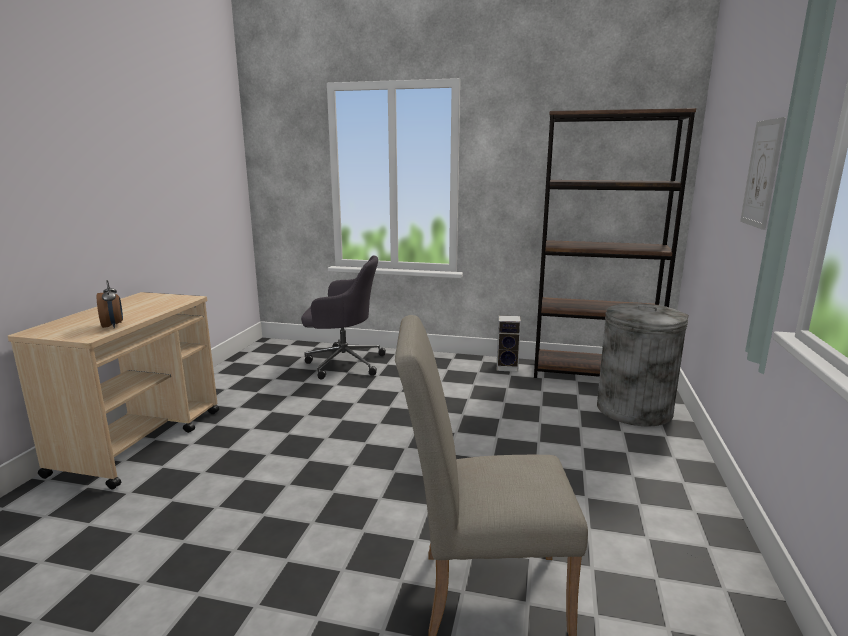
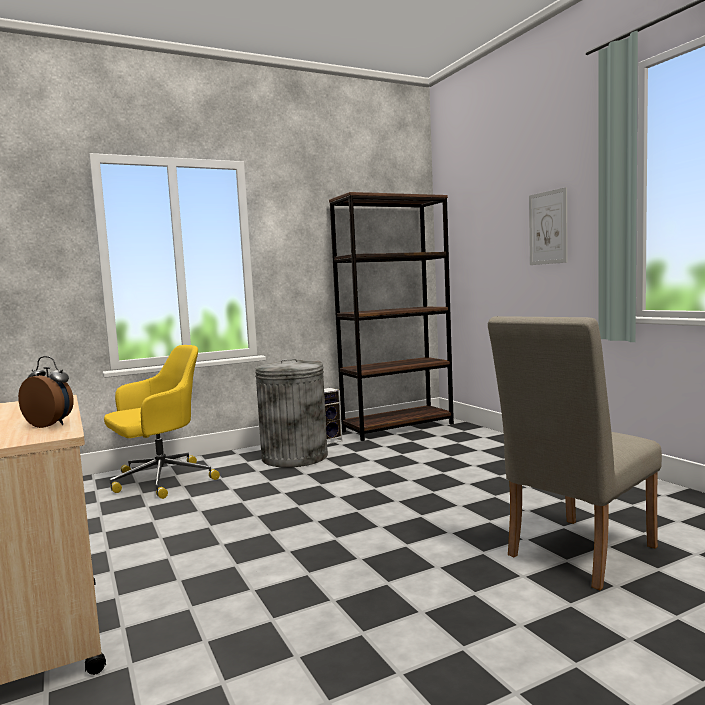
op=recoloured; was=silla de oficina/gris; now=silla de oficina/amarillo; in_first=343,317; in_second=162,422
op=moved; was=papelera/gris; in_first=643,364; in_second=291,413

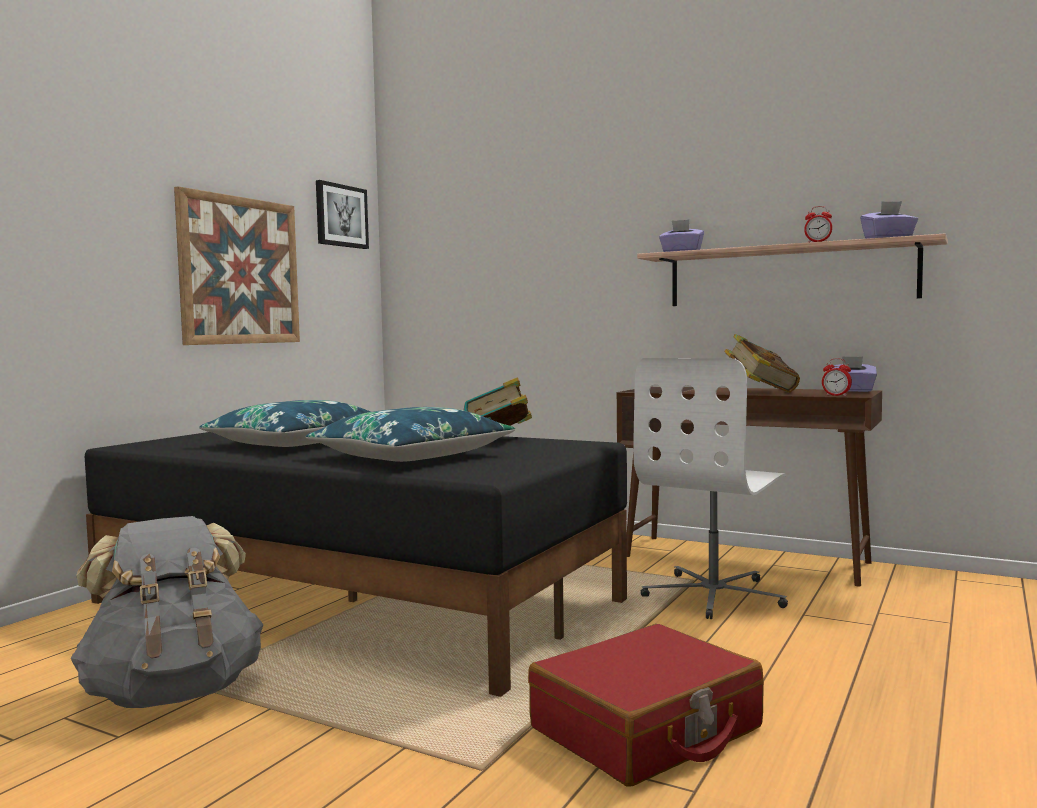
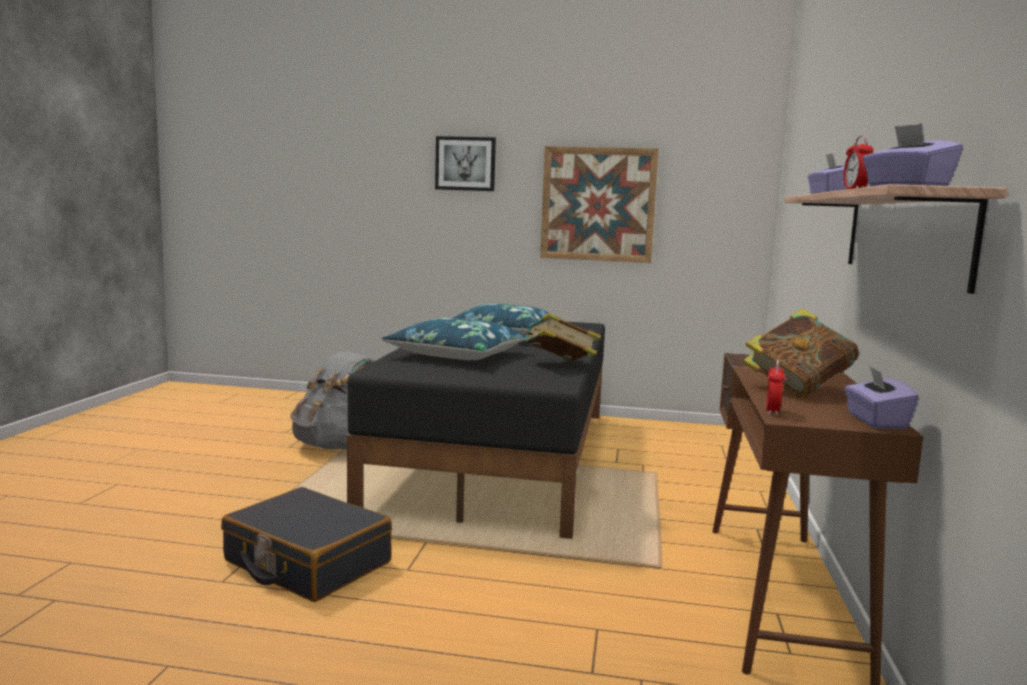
op=moved; was=cuadro; in_first=342,214; in_second=465,163
op=removed; was=silla de oficina/blanco; in_first=710,488
op=recoloured; was=maleta/rojo; now=maleta/negro; in_first=646,705; in_second=306,544

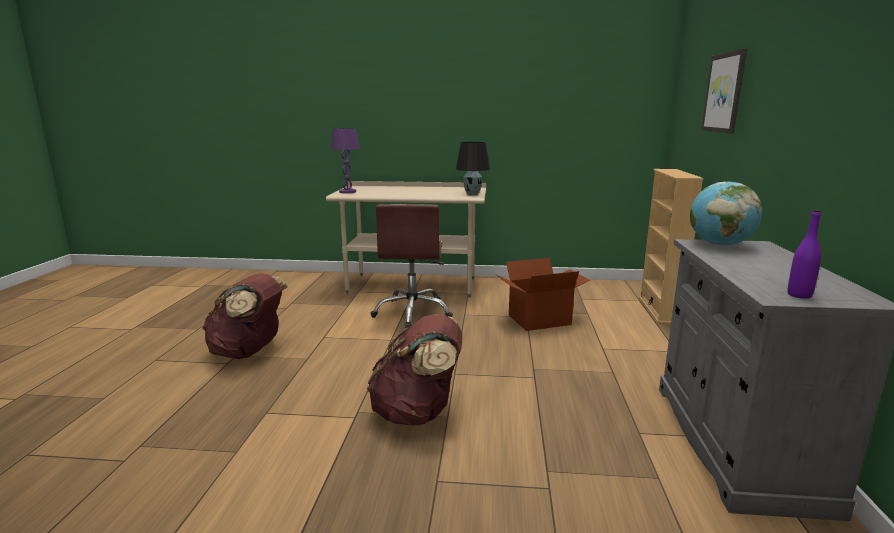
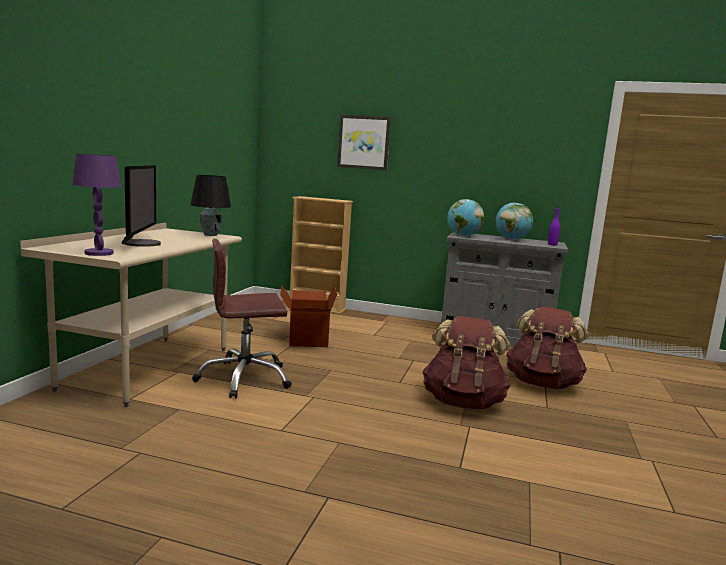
op=turned; was=silla de oficina/marrón; in_first=411,266; in_second=242,319; clockwise=150
op=moved; was=mochila/marrón; in_first=245,316; in_second=547,348
op=added; now=monitor; in_second=141,206
op=added; now=globo terráqueo; in_second=514,221

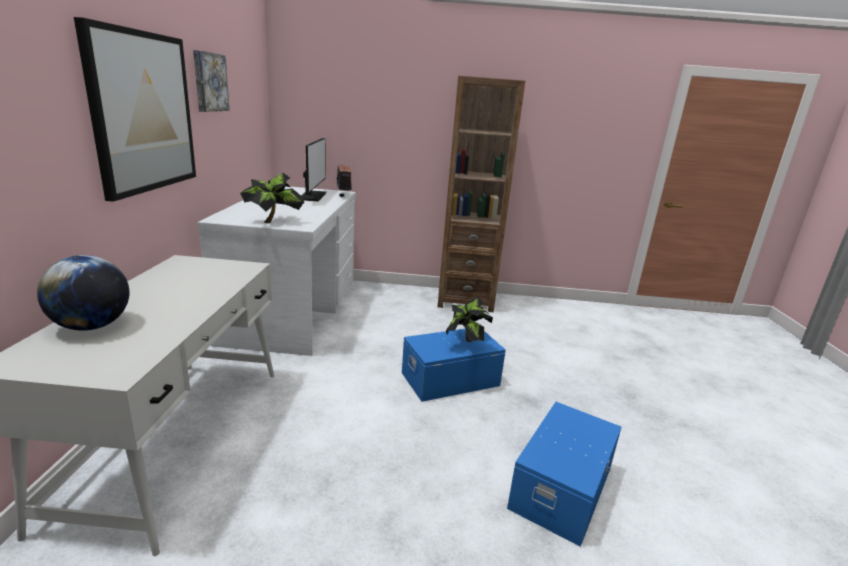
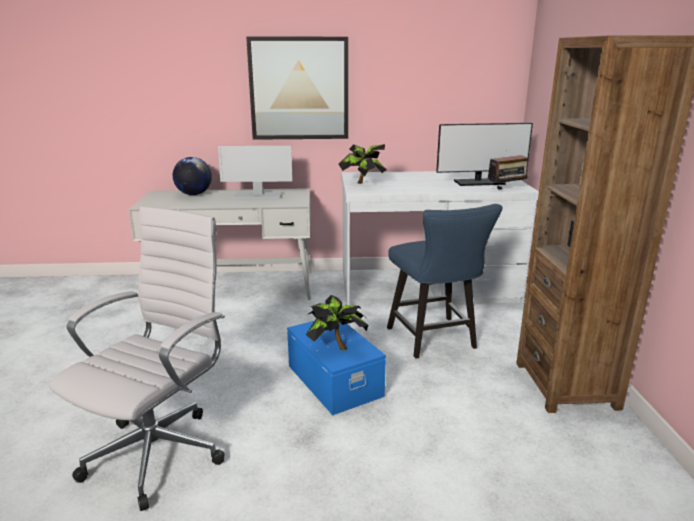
op=removed; was=cuadro; in_first=211,81
op=replaced; was=caja de almacenaje/azul; now=silla de oficina/blanco; in_first=564,474; in_second=137,358
op=added; now=monitor; in_second=255,172
op=added; now=silla/azul; in_second=444,281

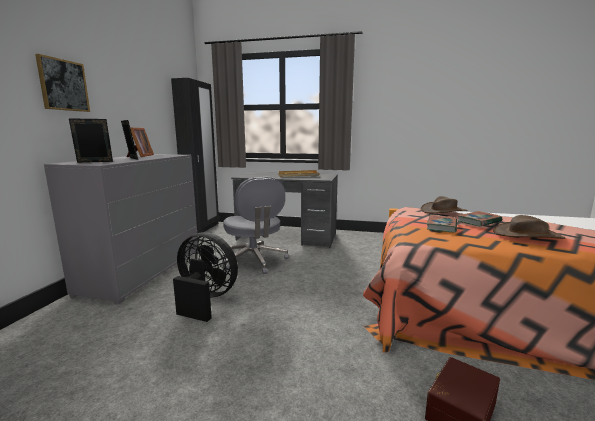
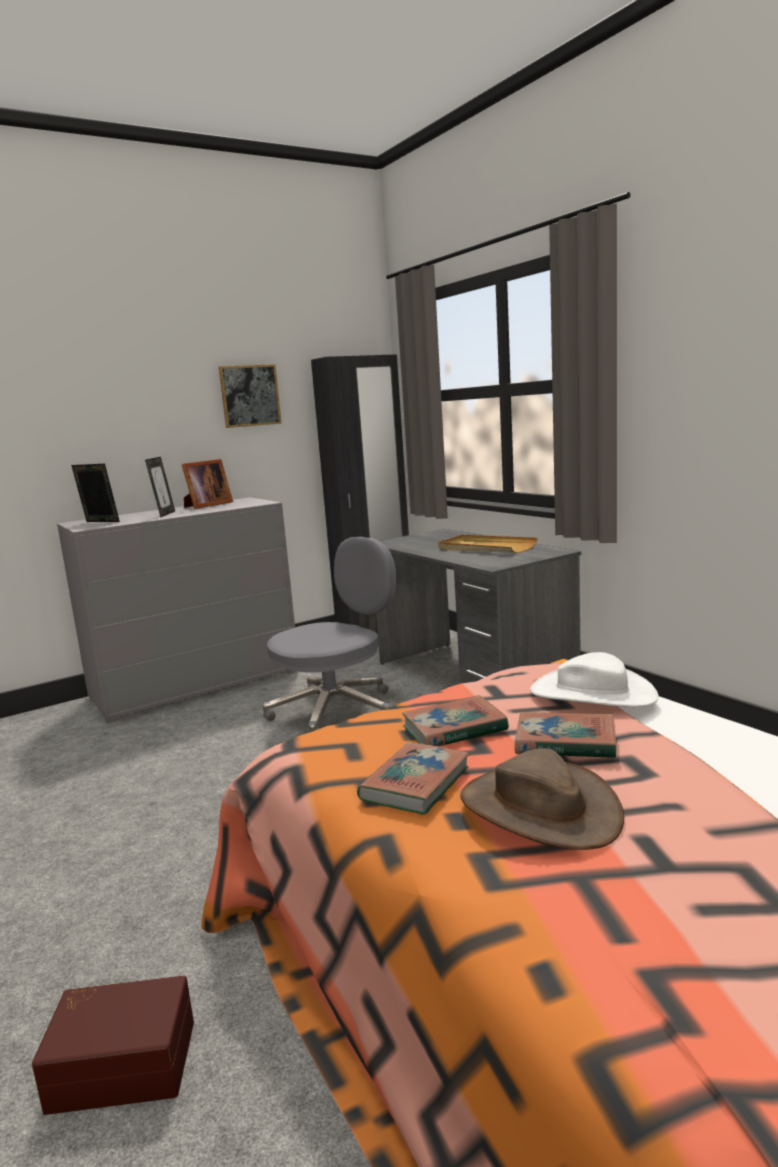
op=moved; was=cuadro; in_first=62,83; in_second=250,396
op=turned; was=silla de oficina/gris; in_first=256,225; in_second=329,635; clockwise=-150
op=recoloured; was=sombrero/marrón; now=sombrero/blanco; in_first=444,205; in_second=594,679
op=removed; was=ventilador/negro; in_first=205,277
op=added; now=libro; in_second=413,778

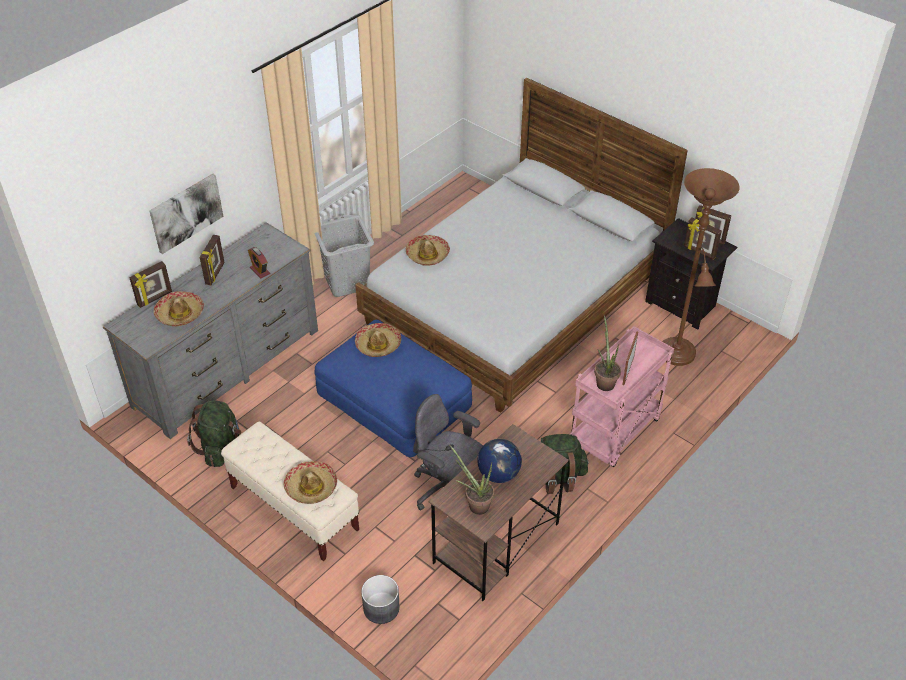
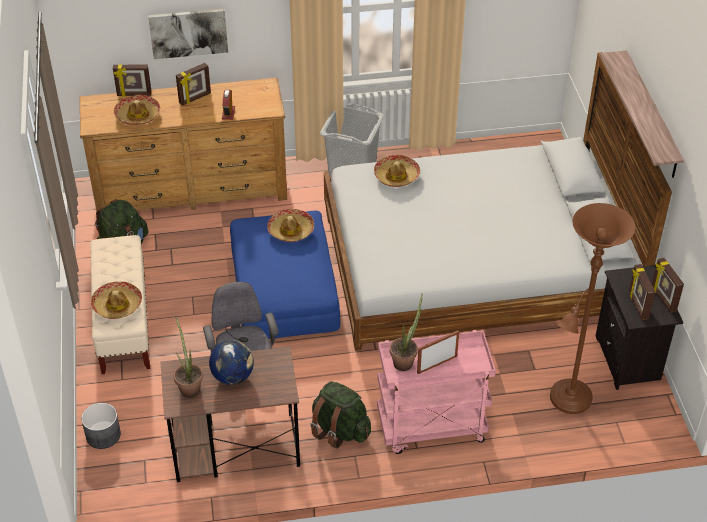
op=recoloured; was=cómoda/gris; now=cómoda/marrón; in_first=210,330; in_second=183,144
op=added; now=estante; in_second=642,114

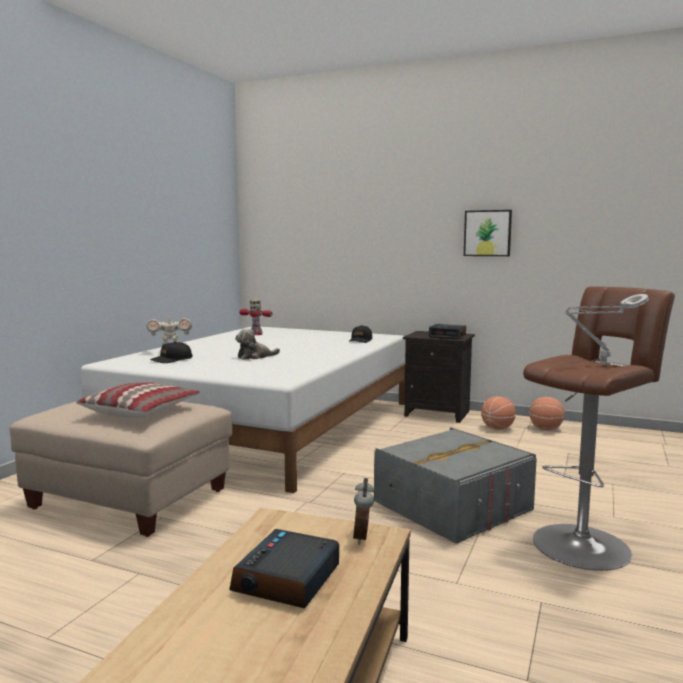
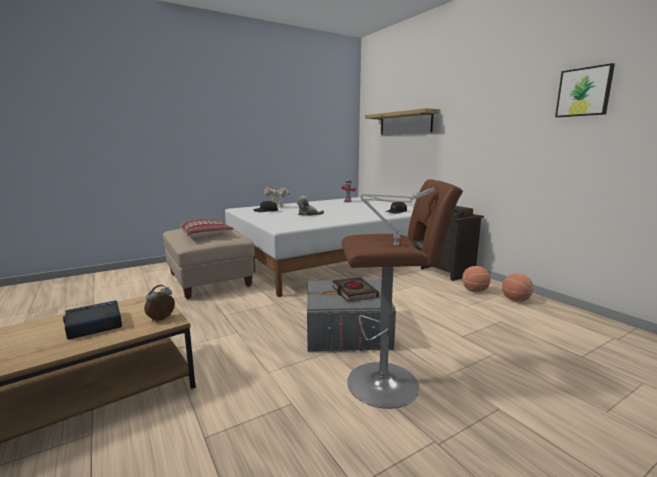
op=moved; was=cuadro; in_first=488,233; in_second=585,90
op=added; now=estante; in_second=402,121
op=added; now=libro/negro; in_second=355,289

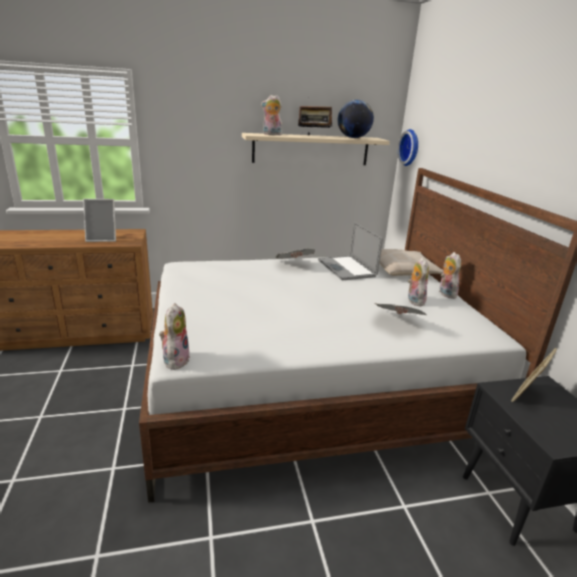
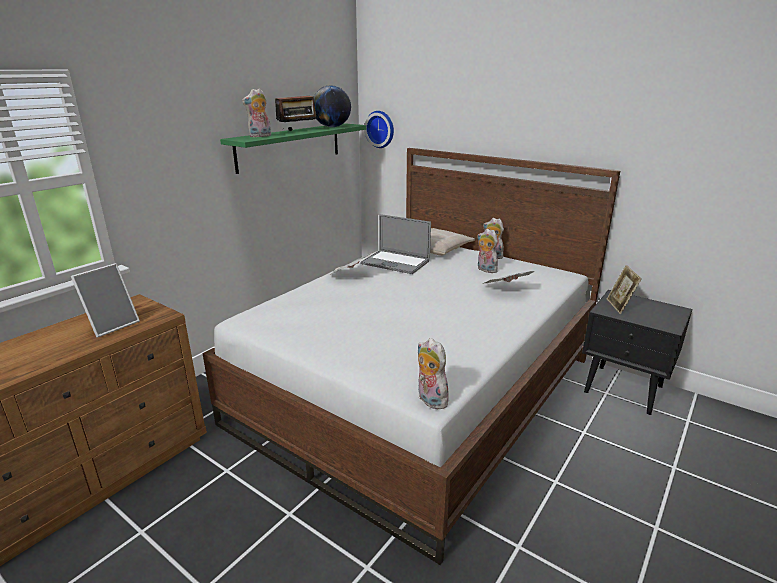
op=recoloured; was=estante/beis; now=estante/verde; in_first=316,149; in_second=293,148

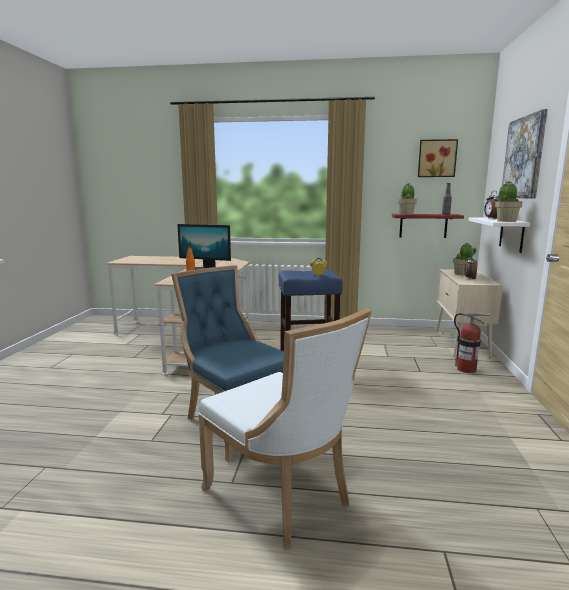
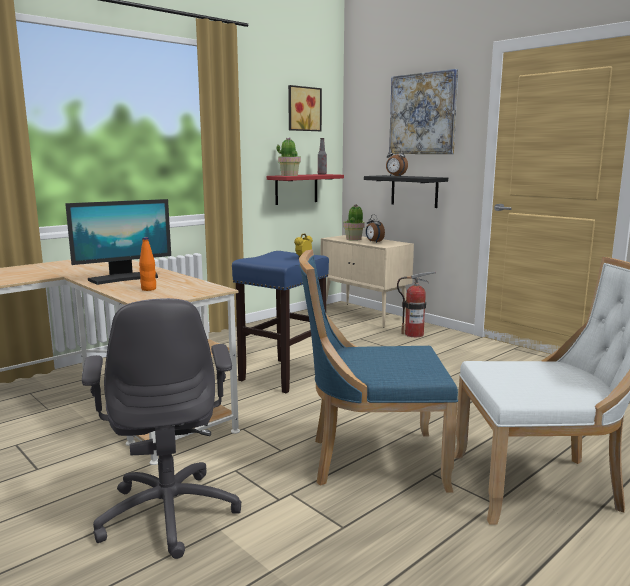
op=removed; was=planta en maceta; in_first=509,201
op=recoloured; was=estante/blanco; now=estante/negro; in_first=499,235; in_second=406,191
op=added; now=silla de oficina/gris; in_second=162,428

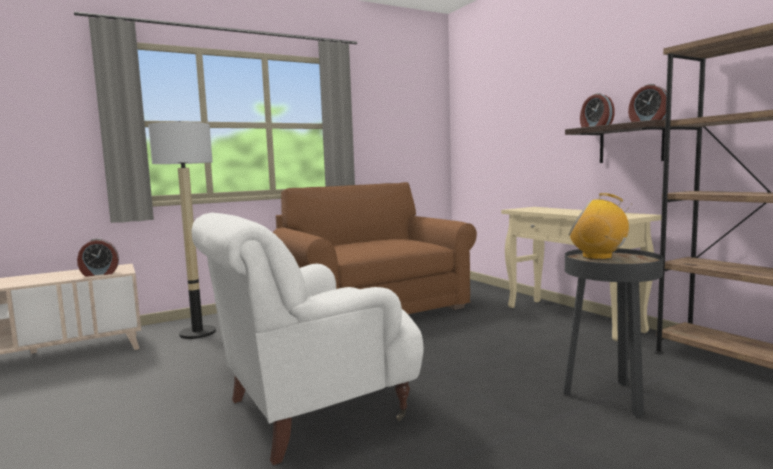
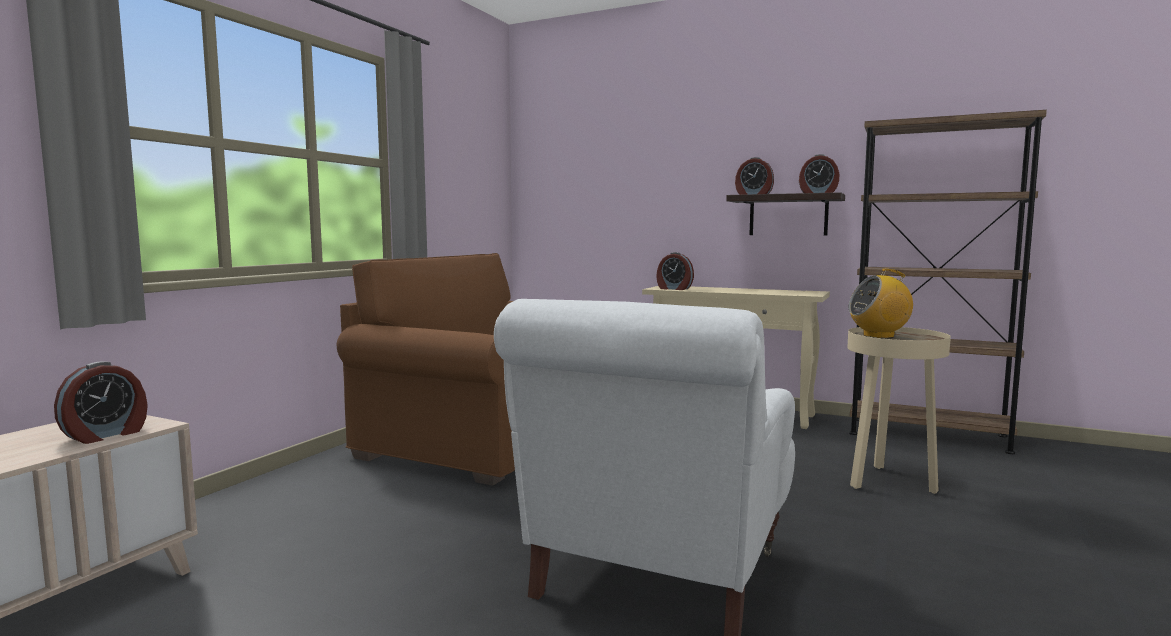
op=removed; was=lámpara de pie; in_first=182,230
op=recoloured; was=mesa auxiliar/negro; now=mesa auxiliar/beis; in_first=613,332; in_second=899,410
op=added; now=despertador; in_second=675,271

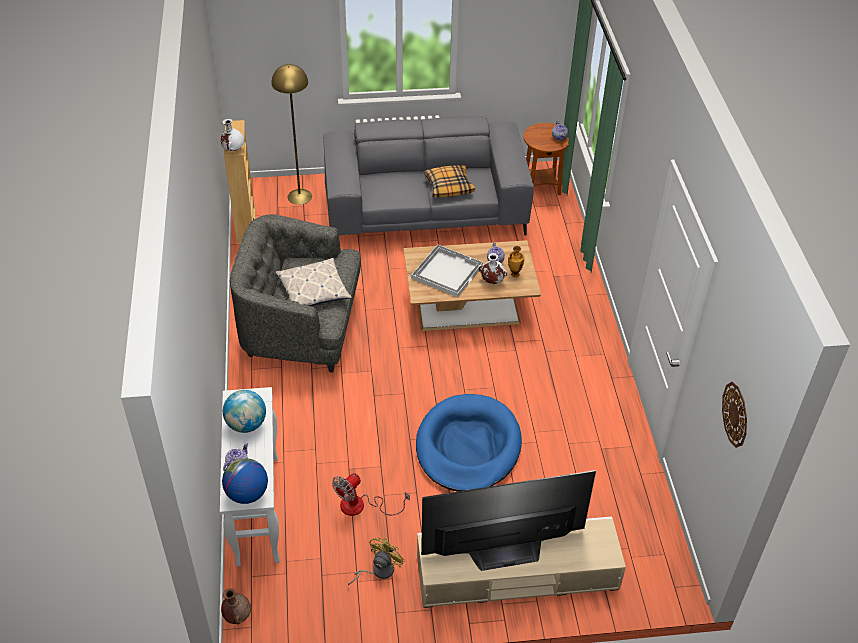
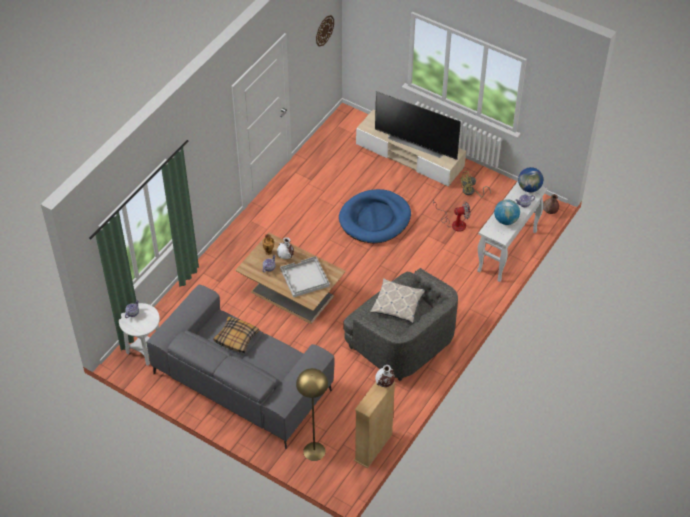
op=recoloured; was=mesa auxiliar/marrón; now=mesa auxiliar/blanco; in_first=546,159; in_second=139,334

